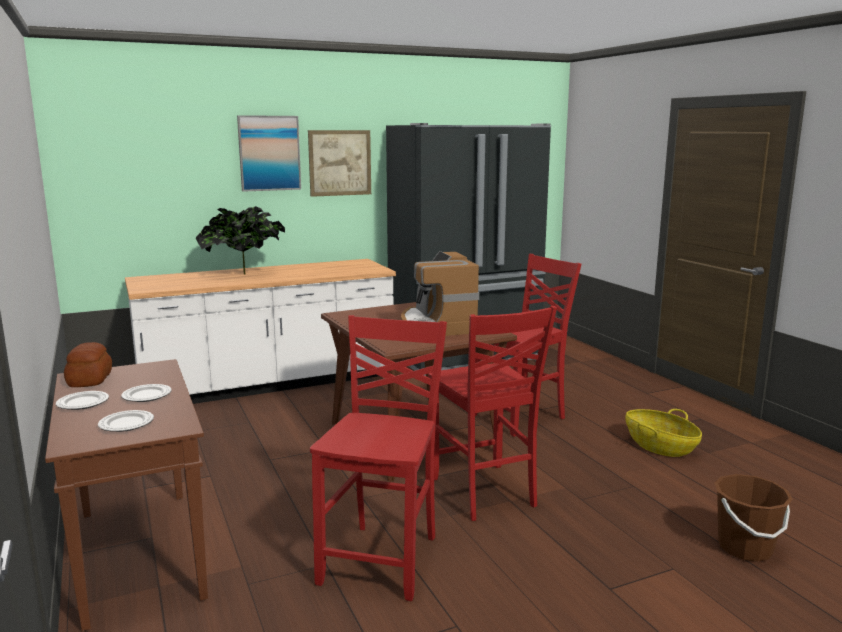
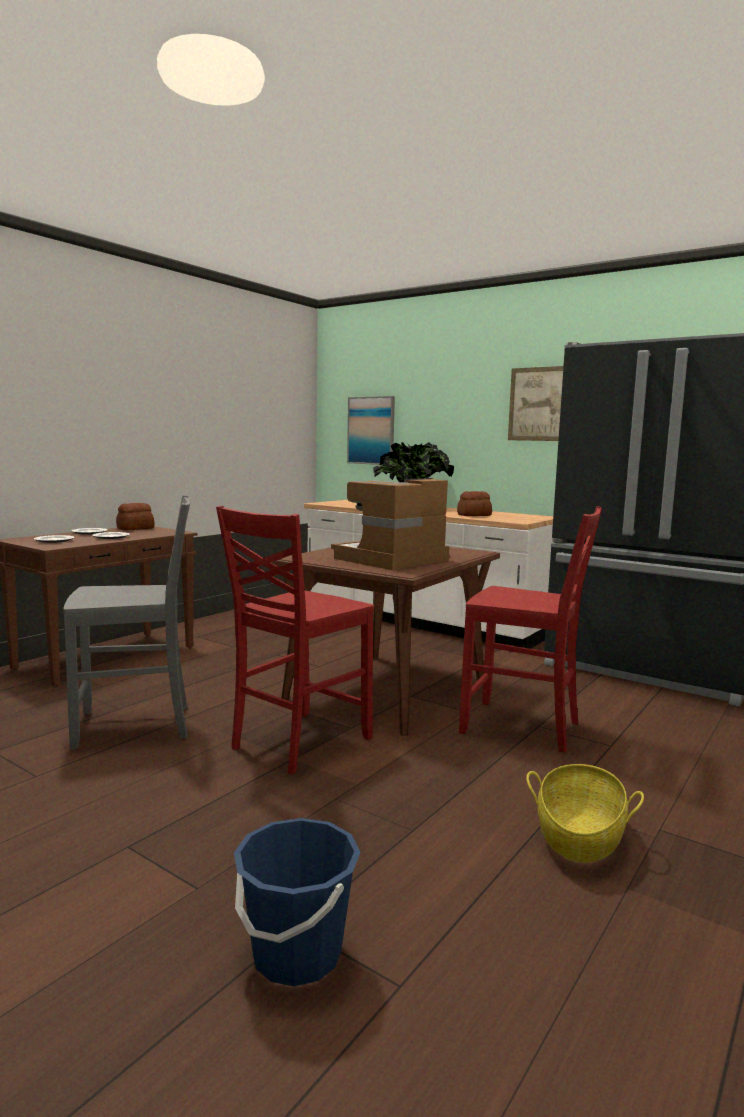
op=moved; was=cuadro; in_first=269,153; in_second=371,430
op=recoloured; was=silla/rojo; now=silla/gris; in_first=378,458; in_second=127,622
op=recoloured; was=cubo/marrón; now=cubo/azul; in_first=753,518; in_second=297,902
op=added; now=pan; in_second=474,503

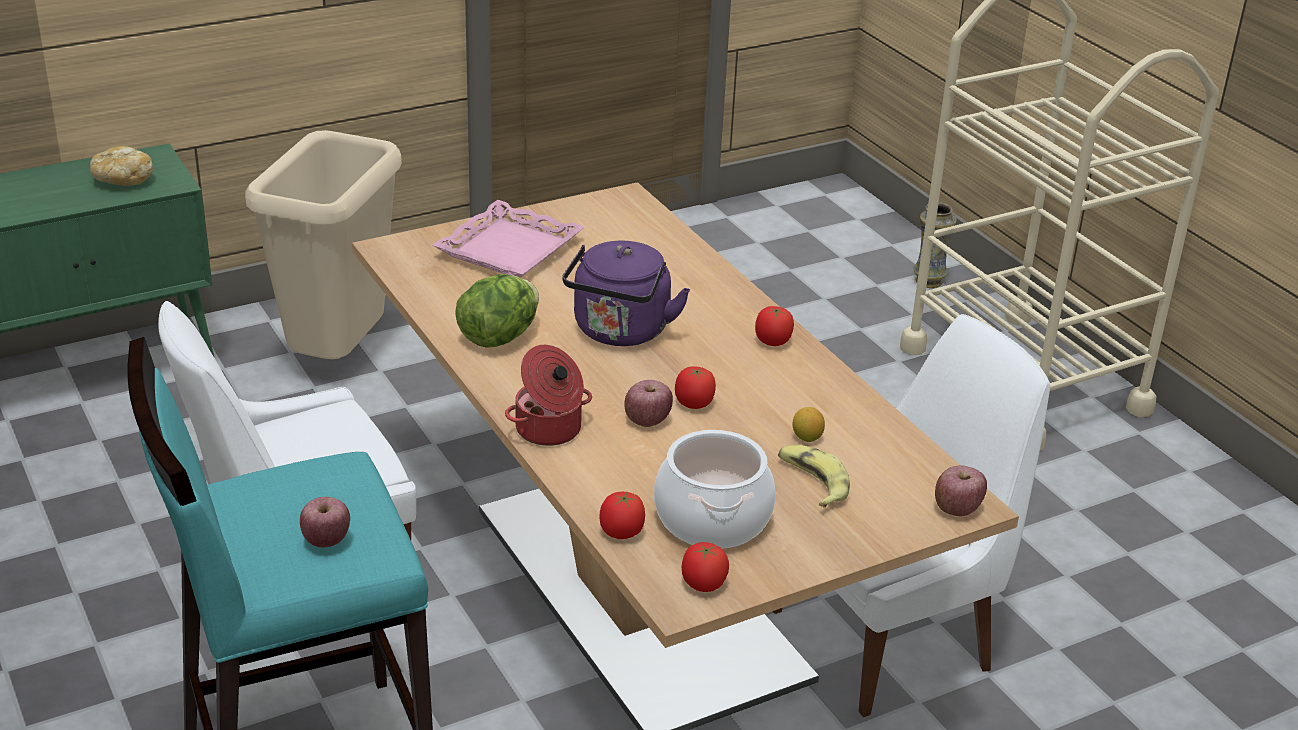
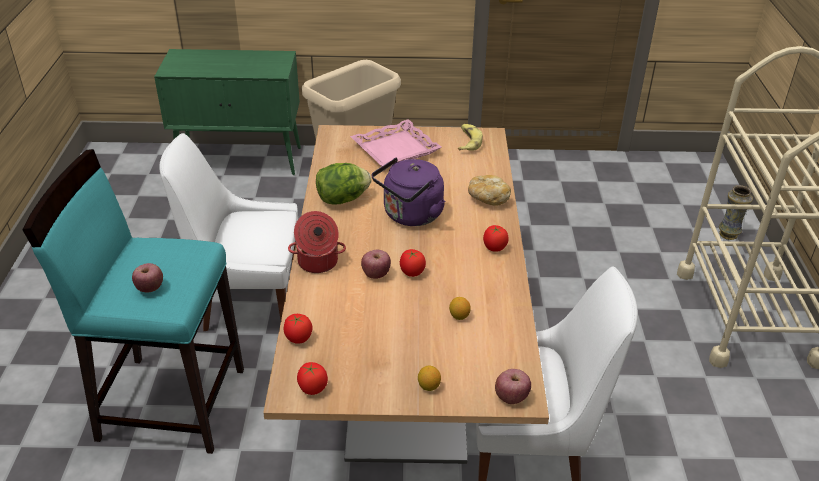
op=moved; was=pan; in_first=121,166; in_second=489,190
op=removed; was=olla; in_first=715,489
op=moved; was=plátano; in_first=814,476; in_second=470,137
op=added; now=limón; in_second=429,378

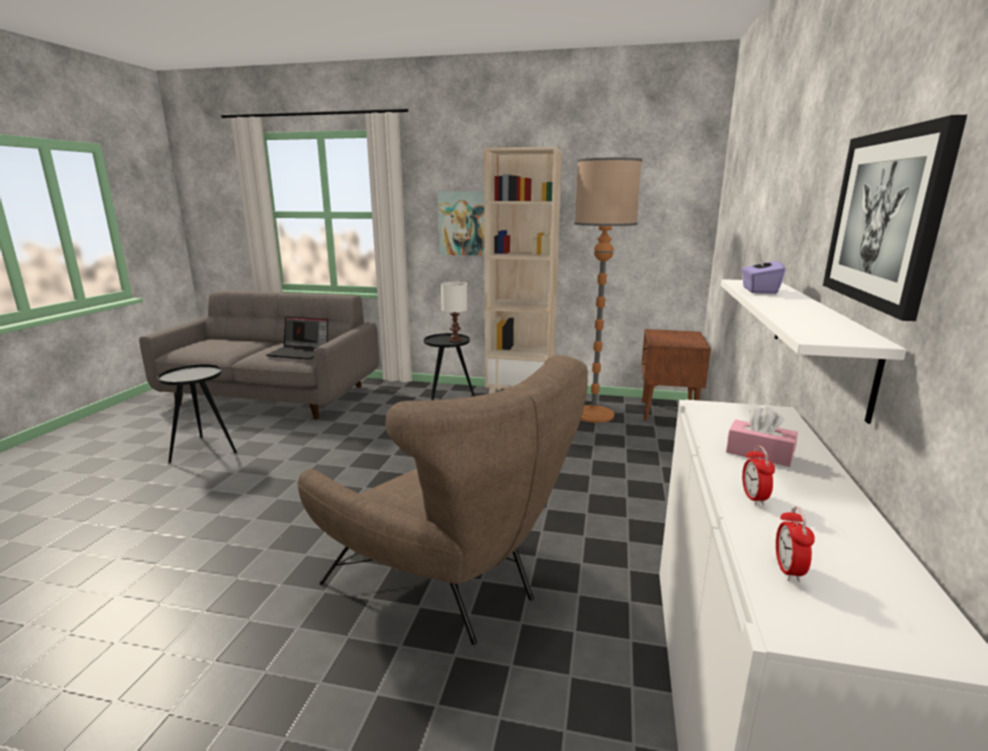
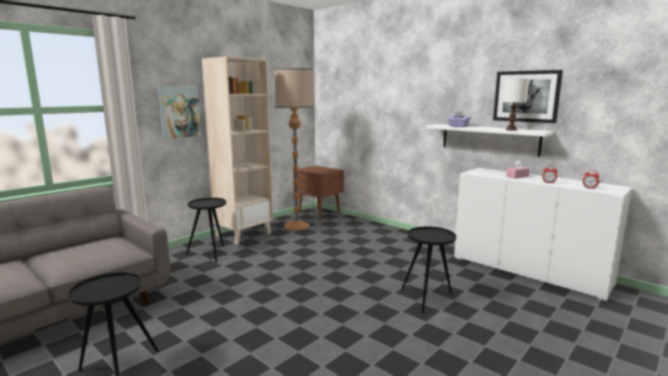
op=moved; was=lámpara de mesa/blanco; in_first=454,312; in_second=515,105
op=removed; was=portátil; in_first=297,338
op=replaced; was=sillón/marrón; now=mesa auxiliar/negro; in_first=443,500; in_second=429,269

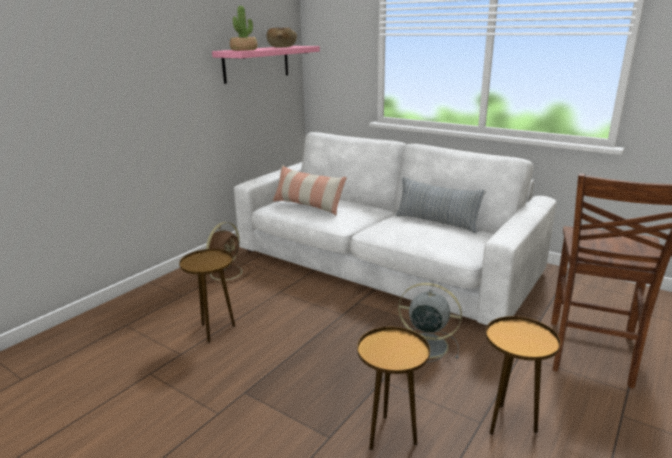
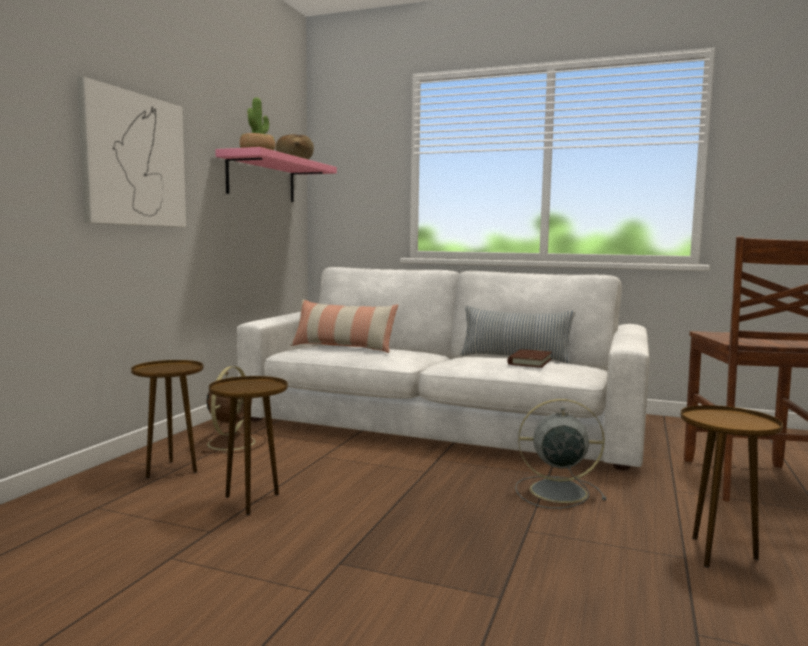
op=moved; was=mesa auxiliar/marrón; in_first=393,388; in_second=167,419
op=added; now=cuadro; in_second=131,152
op=added; now=libro/marrón; in_second=529,358

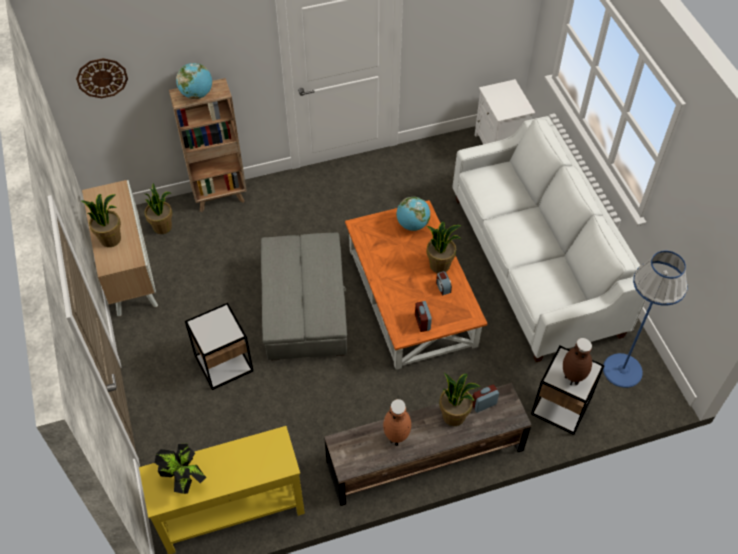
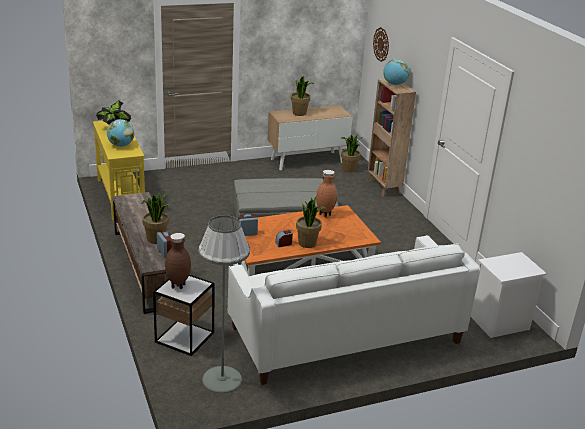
op=moved; was=globo terráqueo; in_first=413,214; in_second=120,133
op=recoloured; was=lámpara de pie/azul; now=lámpara de pie/gris; in_first=645,319; in_second=224,304
op=removed; was=mesa auxiliar; in_first=219,346
op=moved; was=florero/marrón; in_first=397,422; in_second=326,193

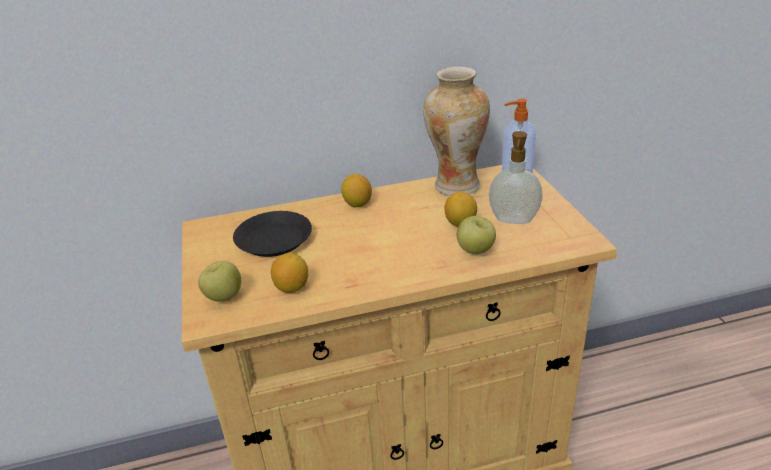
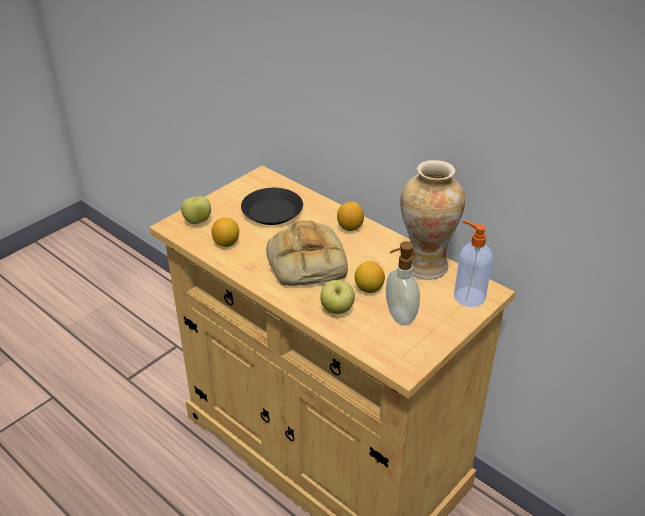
op=added; now=pan; in_second=307,253

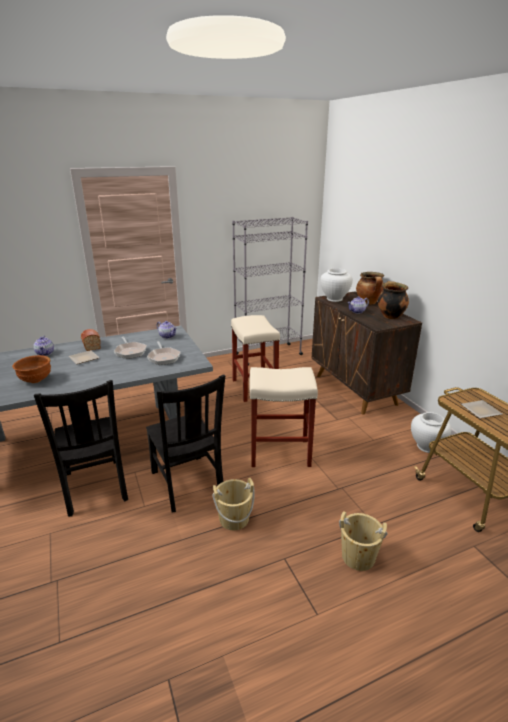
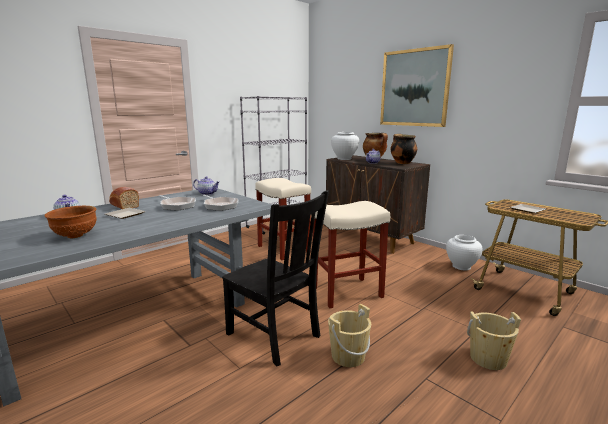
op=removed; was=silla/negro; in_first=81,448
op=added; now=cuadro; in_second=417,85

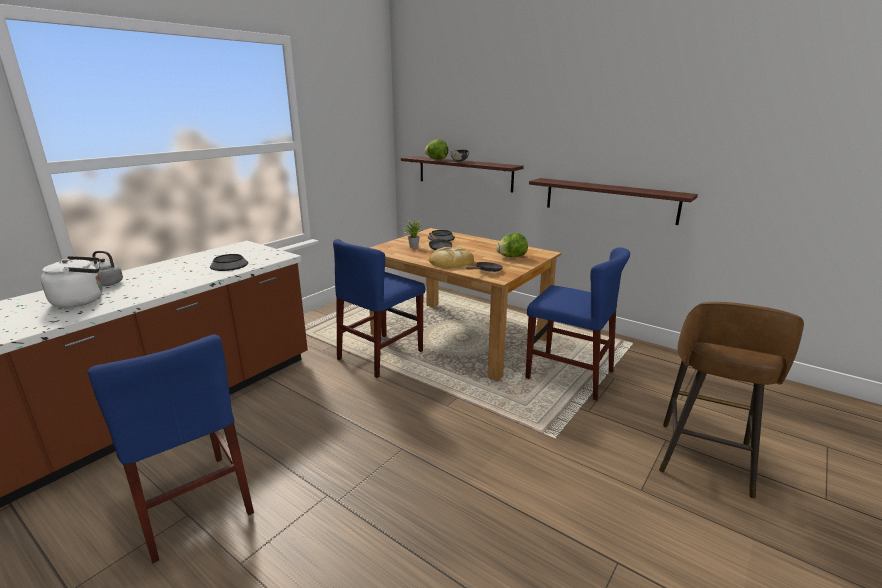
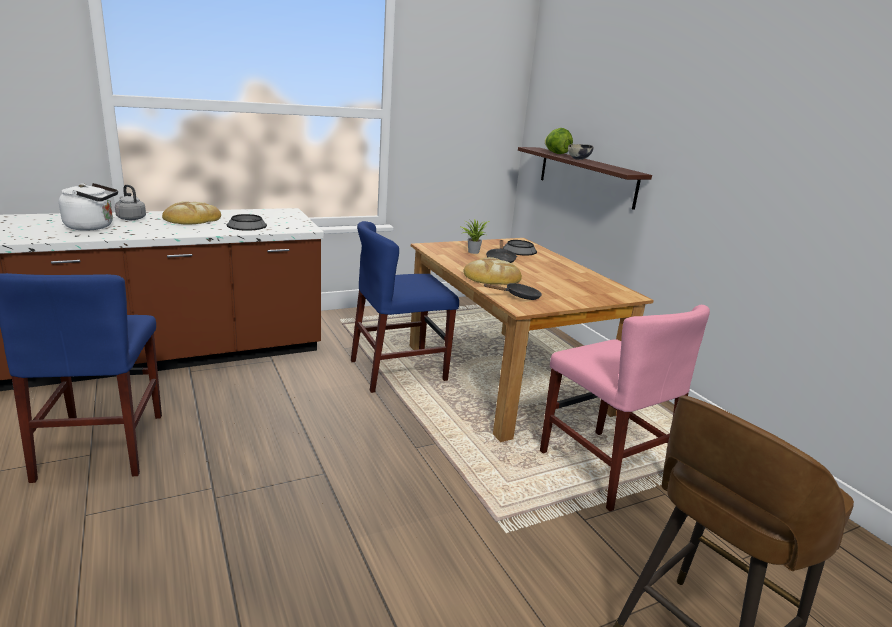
op=removed; was=estante; in_first=613,201
op=removed; was=lechuga; in_first=512,245
op=recoloured; was=silla/azul; now=silla/rosa; in_first=577,324; in_second=625,408
op=added; now=pan; in_second=191,213

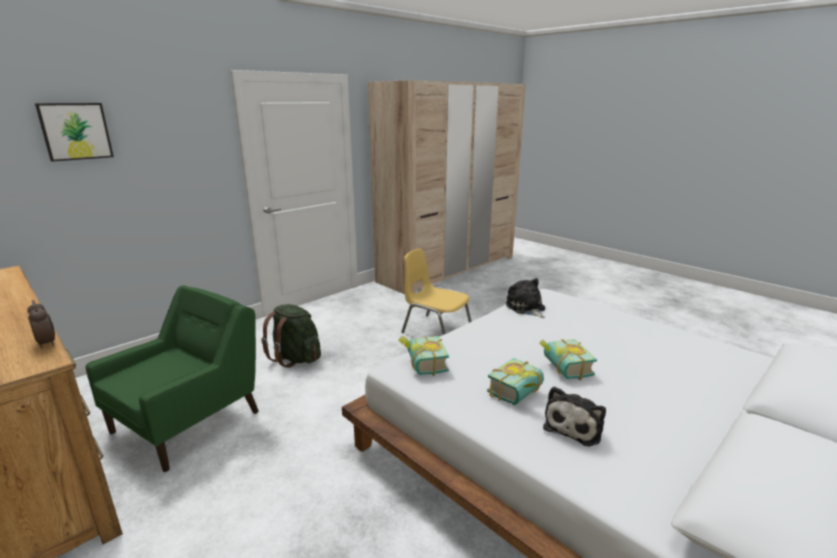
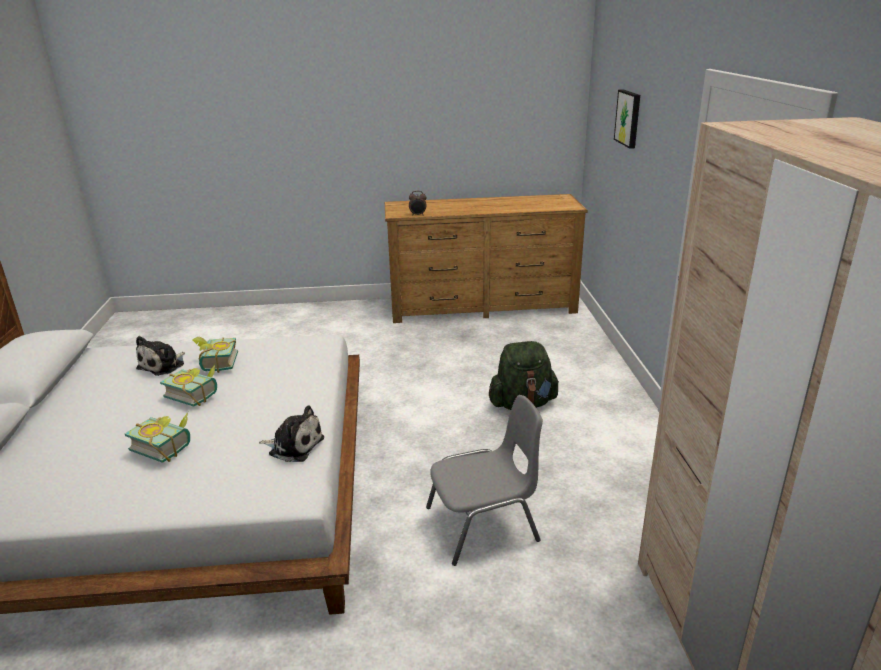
op=recoloured; was=silla/amarillo; now=silla/gris; in_first=437,292; in_second=484,480
op=removed; was=sillón/verde; in_first=171,378
op=moved; was=libro; in_first=423,356; in_second=157,437
op=turned; was=peluche; in_first=574,417; in_second=160,356; clockwise=-135

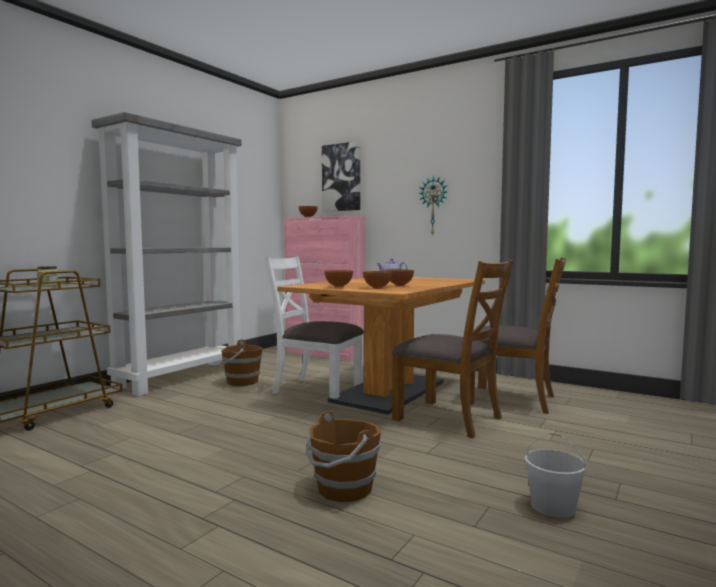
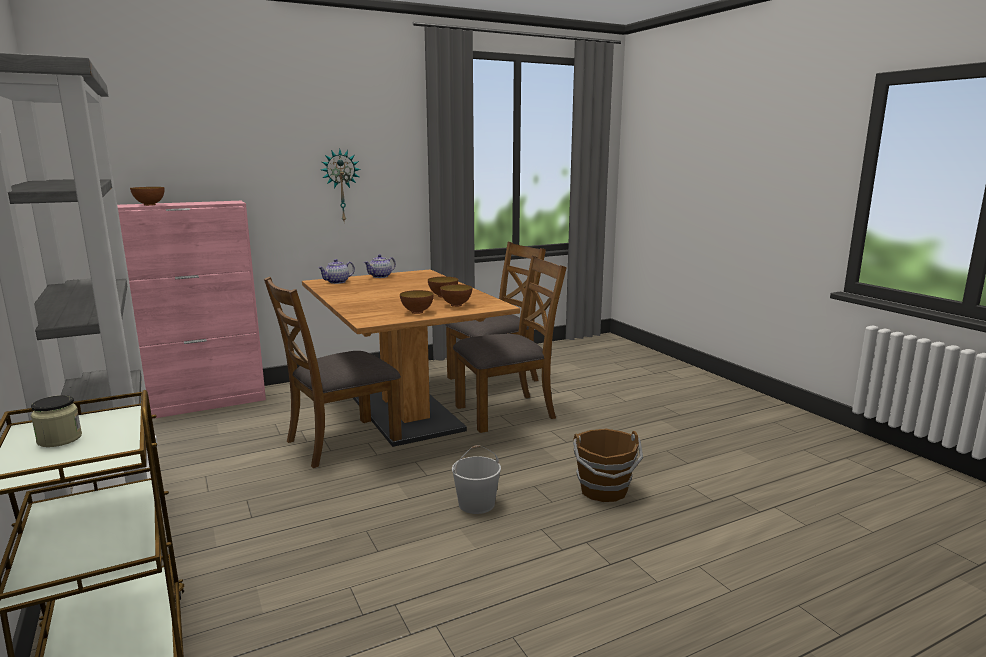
op=removed; was=cuadro; in_first=341,176
op=recoloured; was=silla/blanco; now=silla/marrón; in_first=314,327; in_second=333,372
op=removed; was=cubo/marrón; in_first=241,362
op=moved; was=cubo/blanco; in_first=556,475; in_second=476,479
op=added; now=tetera; in_second=380,266

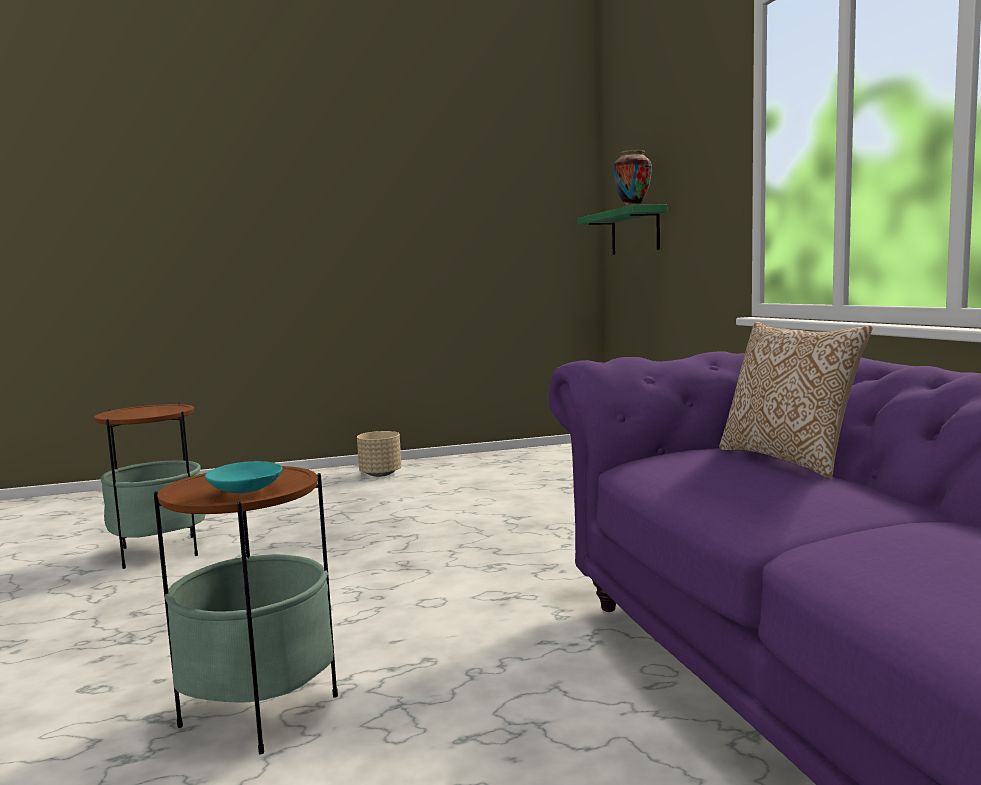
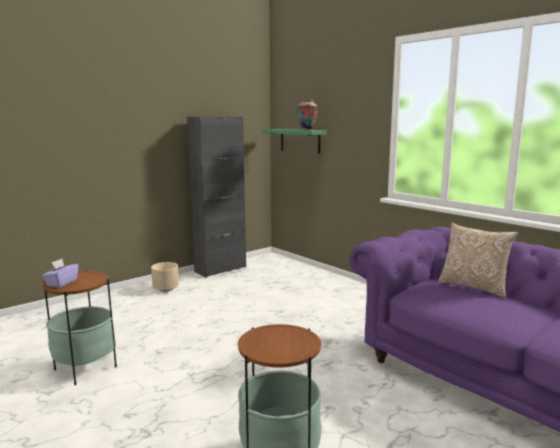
op=removed; was=cuenco/turquesa; in_first=244,477
op=added; now=armario/negro; in_second=216,196
op=added; now=caja de pañuelos/morado; in_second=60,273

